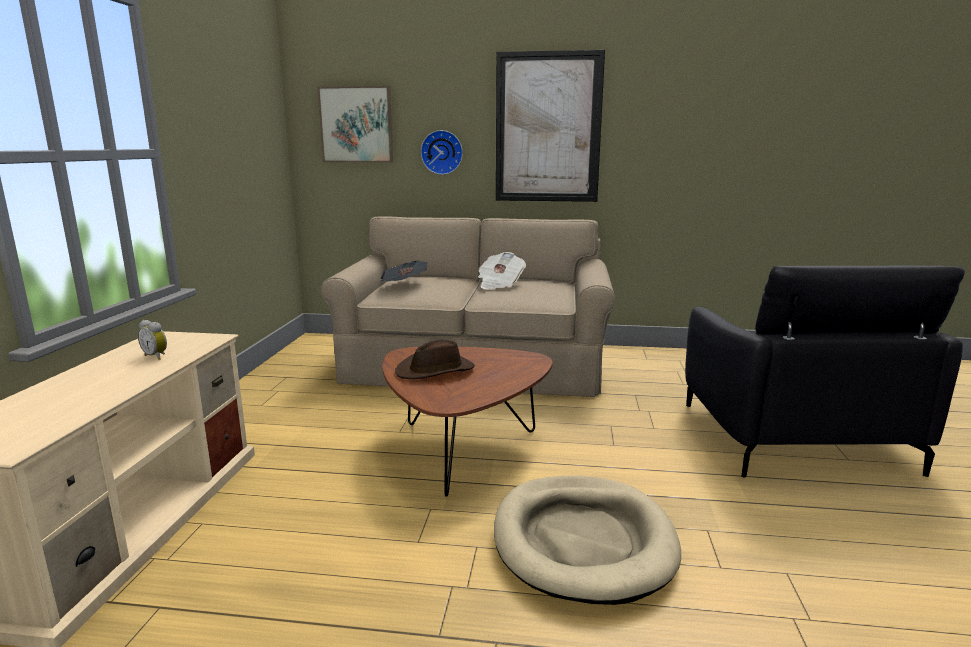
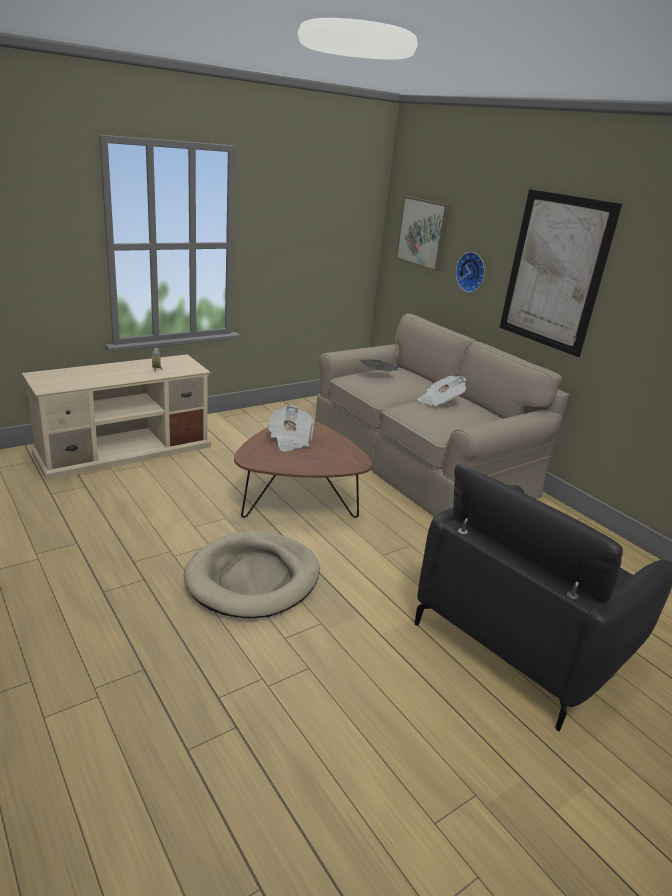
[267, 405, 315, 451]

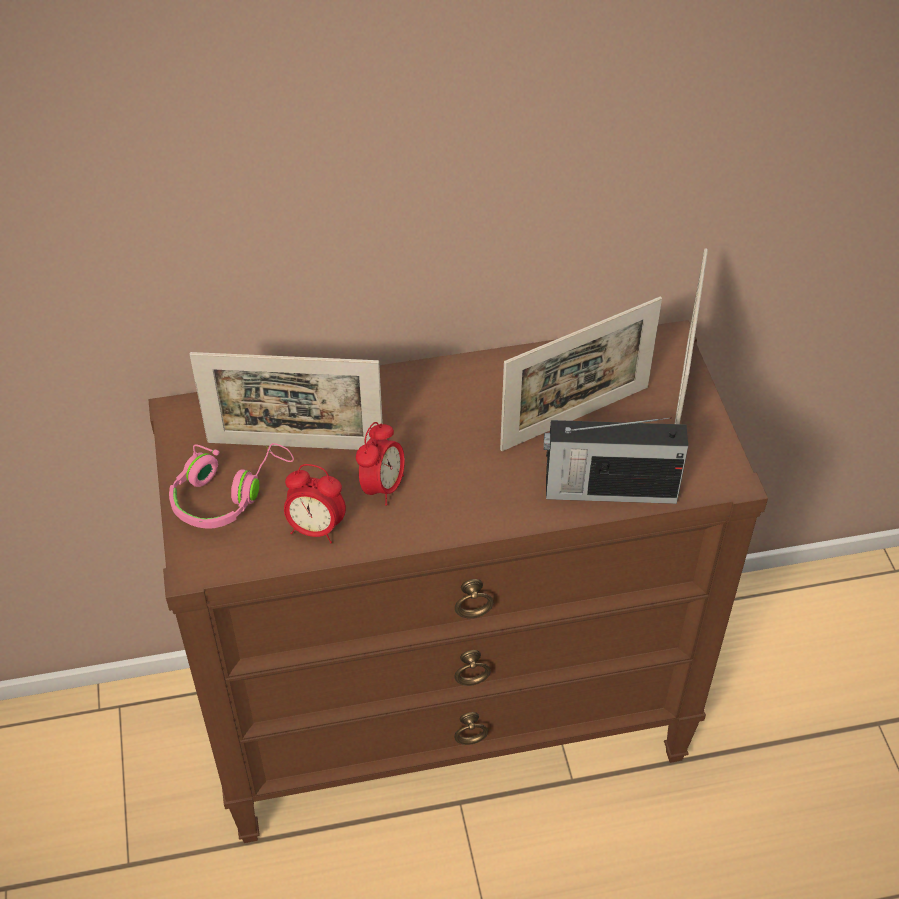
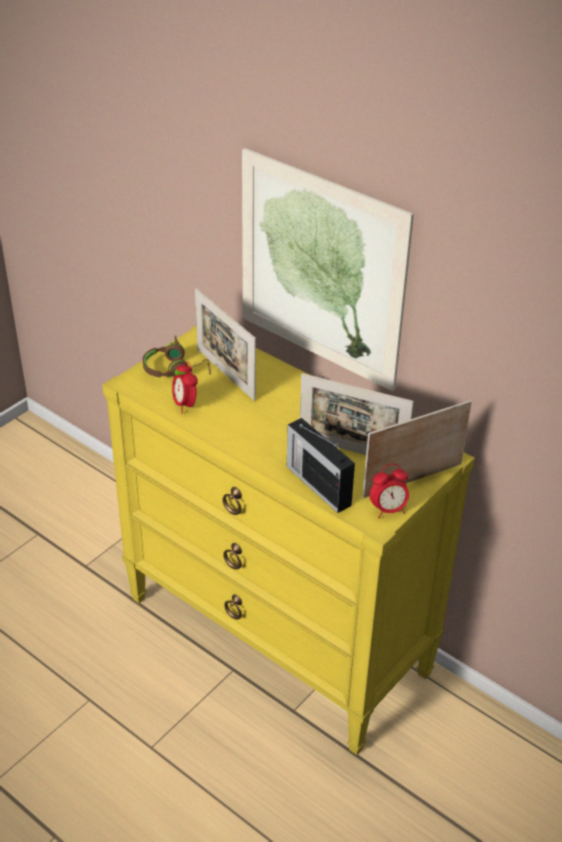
[242, 148, 414, 391]
[370, 464, 409, 518]
[102, 325, 475, 755]
[143, 335, 211, 378]

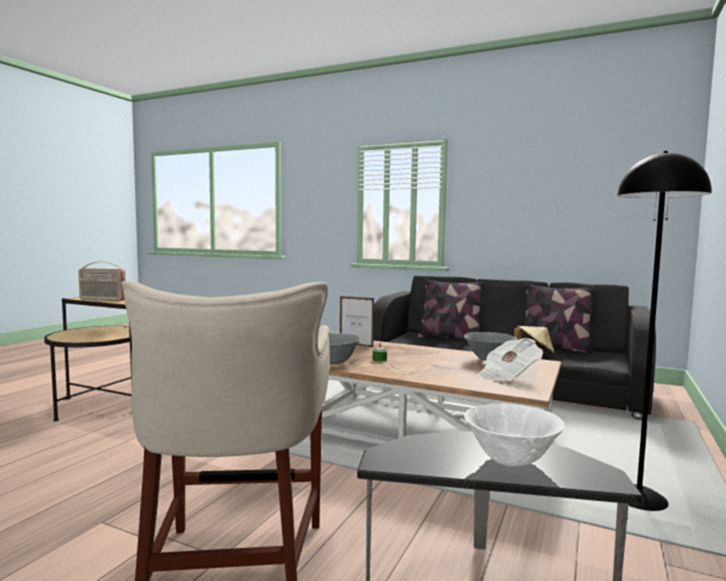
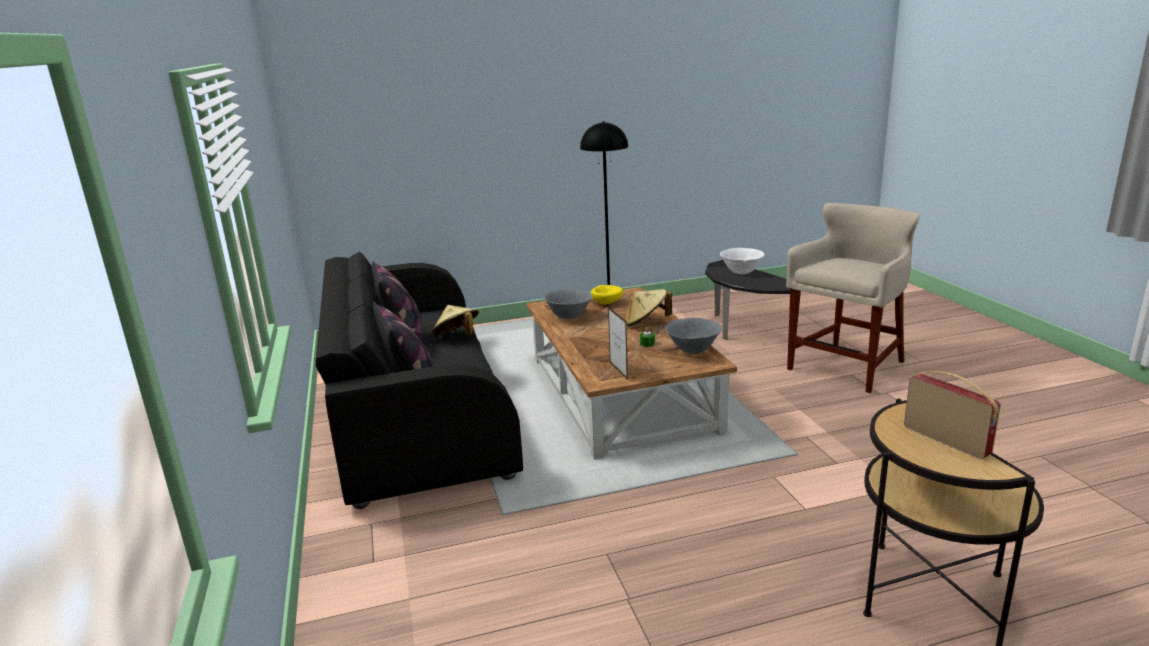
[626, 289, 672, 326]
[591, 285, 623, 304]

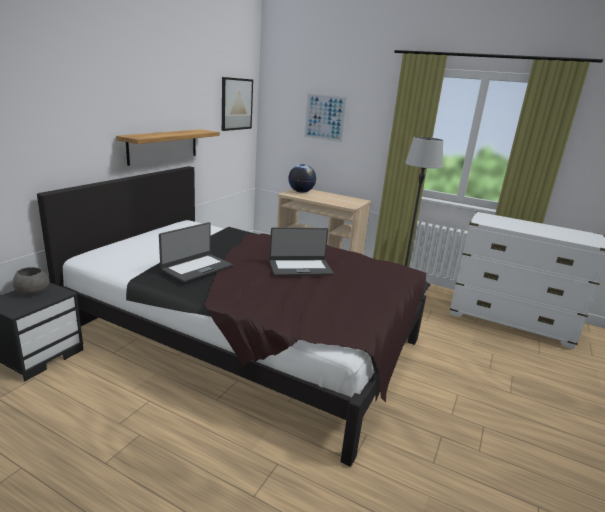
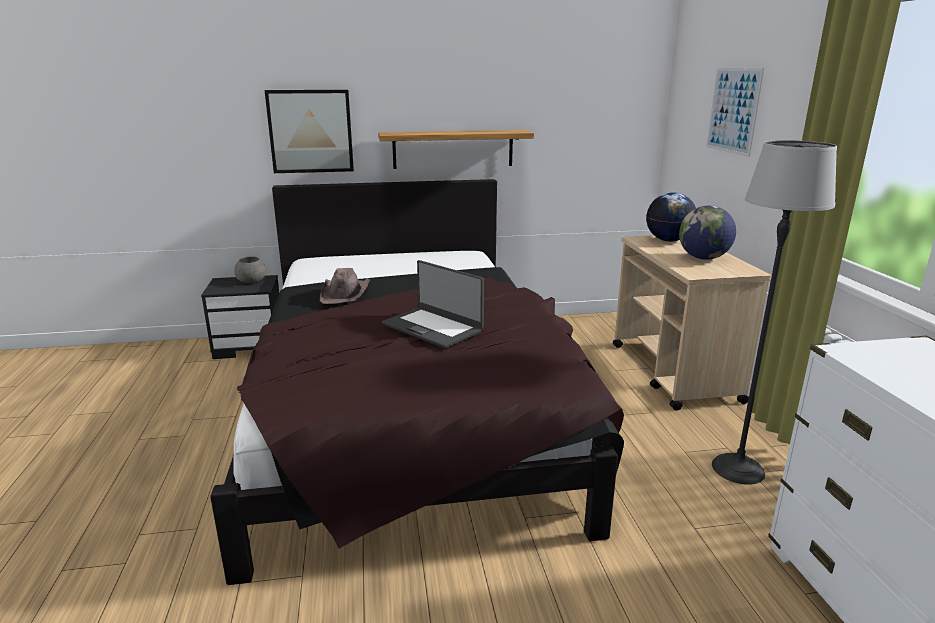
[679, 206, 736, 260]
[265, 90, 354, 173]
[320, 268, 370, 304]

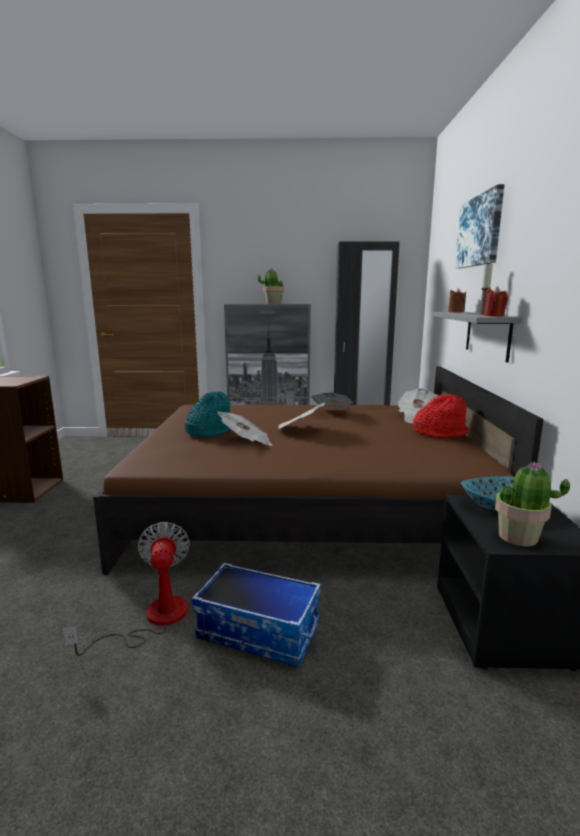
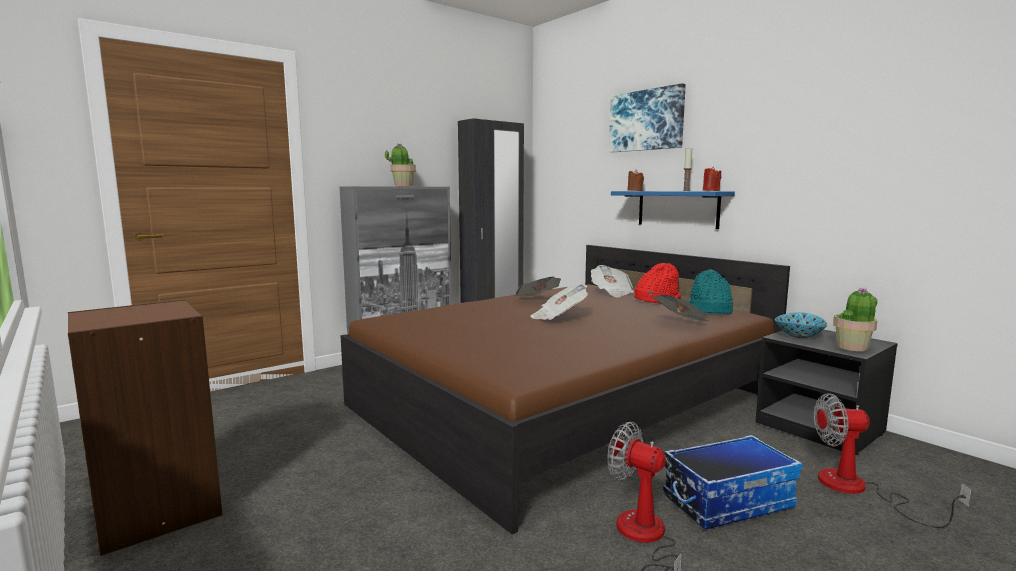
[814, 393, 971, 528]
[688, 269, 733, 314]
[652, 295, 709, 321]
[611, 191, 735, 229]

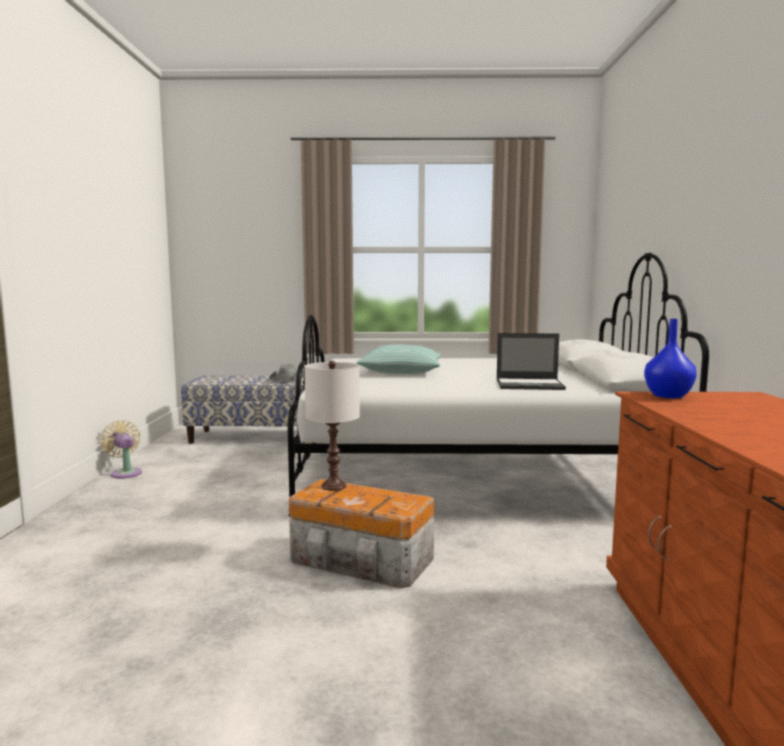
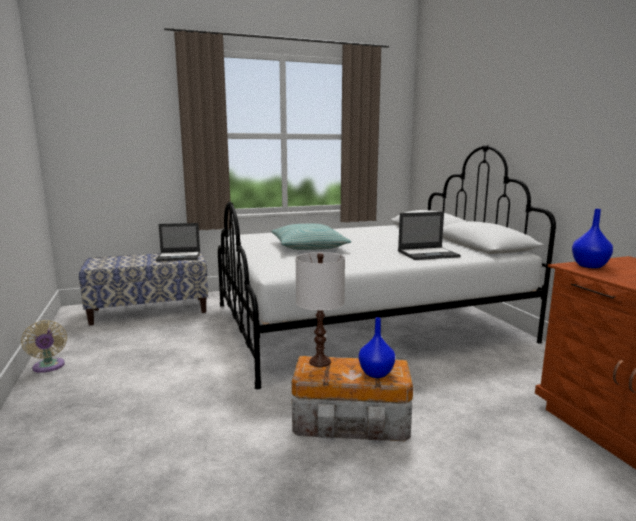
[359, 317, 395, 378]
[156, 223, 200, 261]
[21, 320, 67, 373]

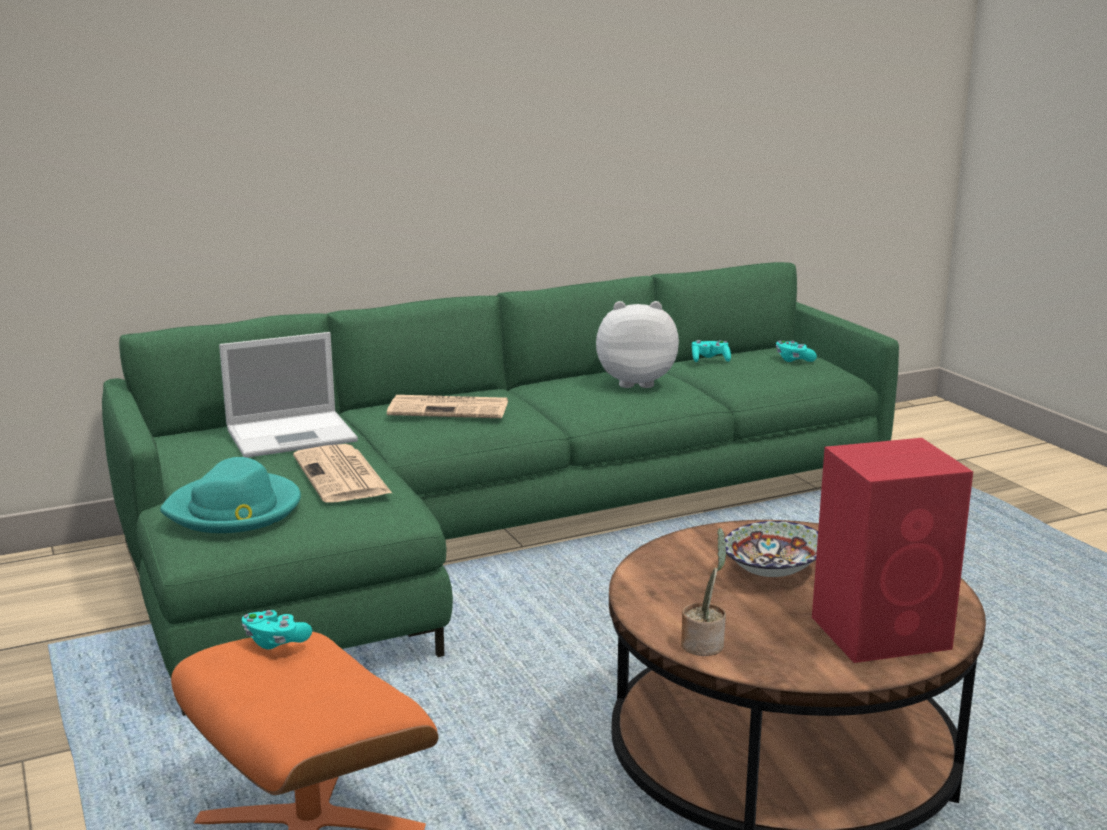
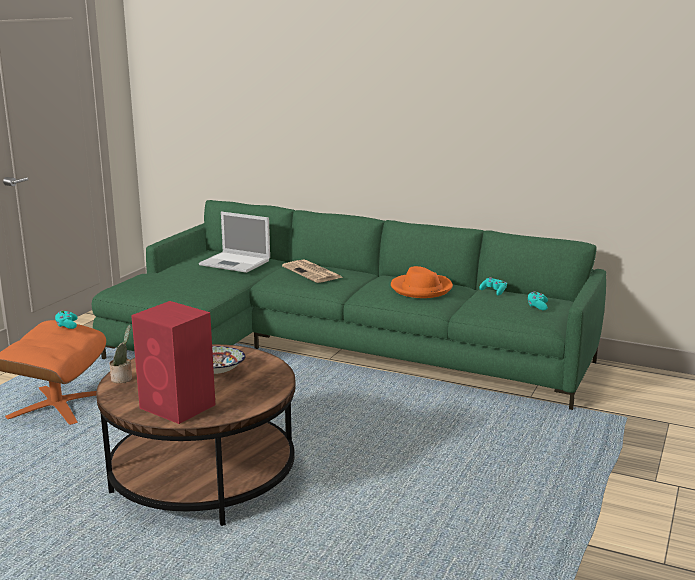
[160, 457, 301, 533] (first image)
[293, 444, 392, 503] (first image)
[391, 266, 453, 298]

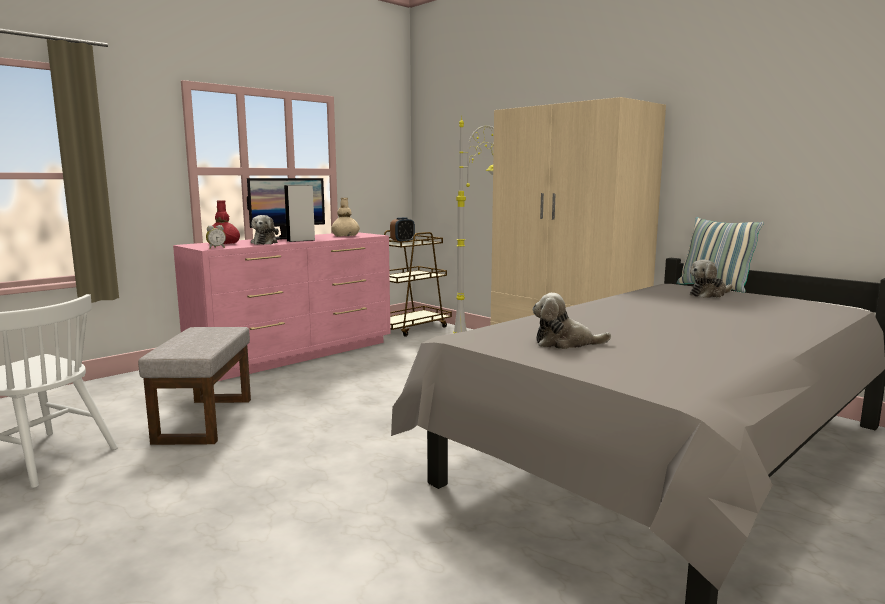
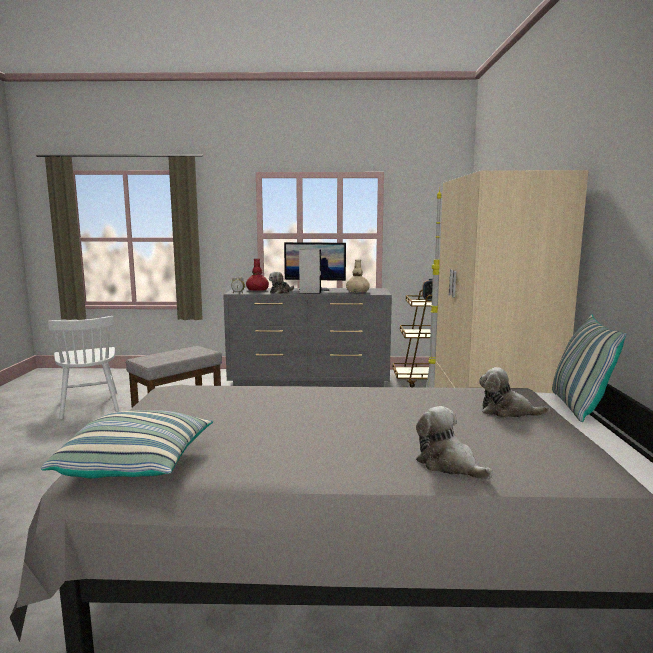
[41, 410, 213, 478]
[416, 406, 493, 480]
[223, 288, 392, 387]

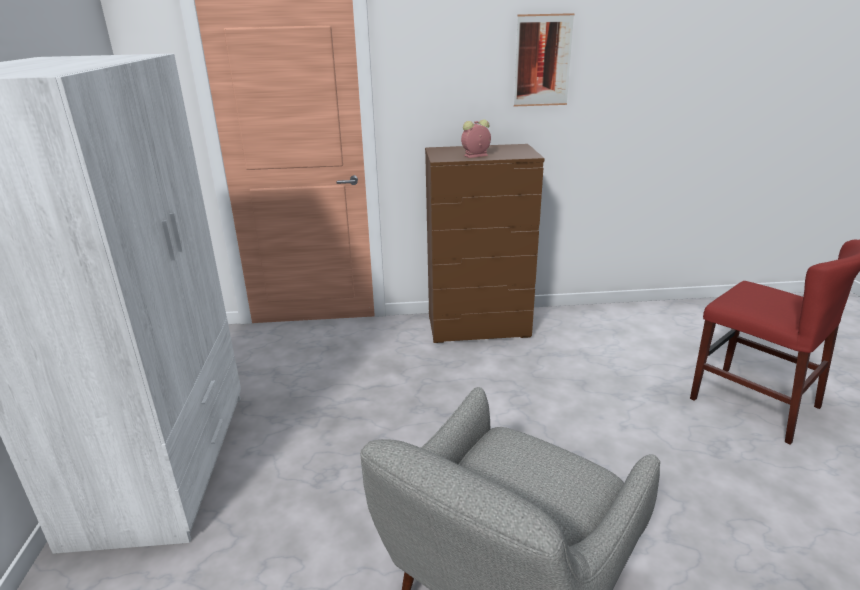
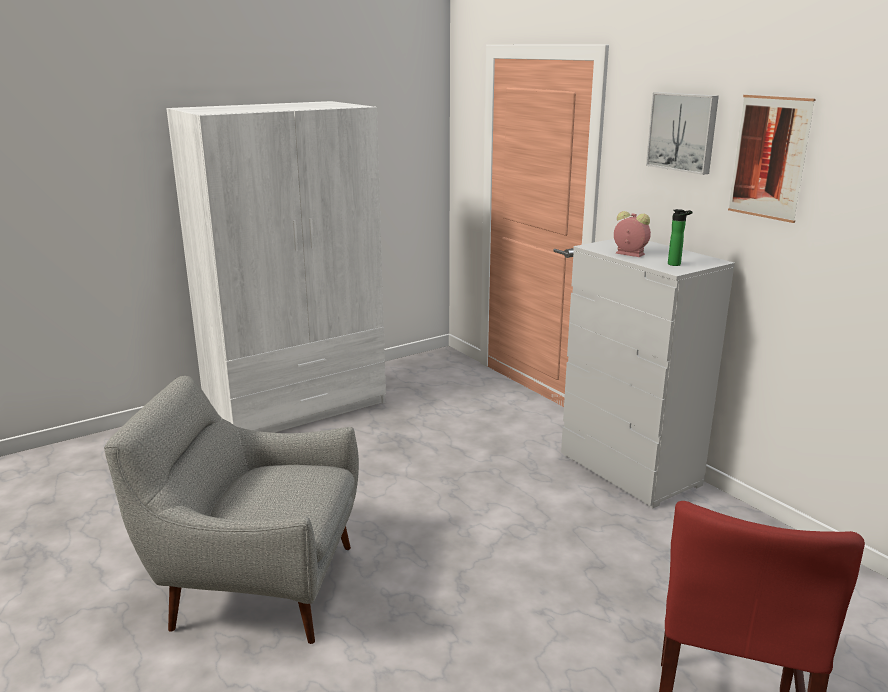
[646, 92, 719, 175]
[668, 209, 693, 266]
[561, 239, 735, 508]

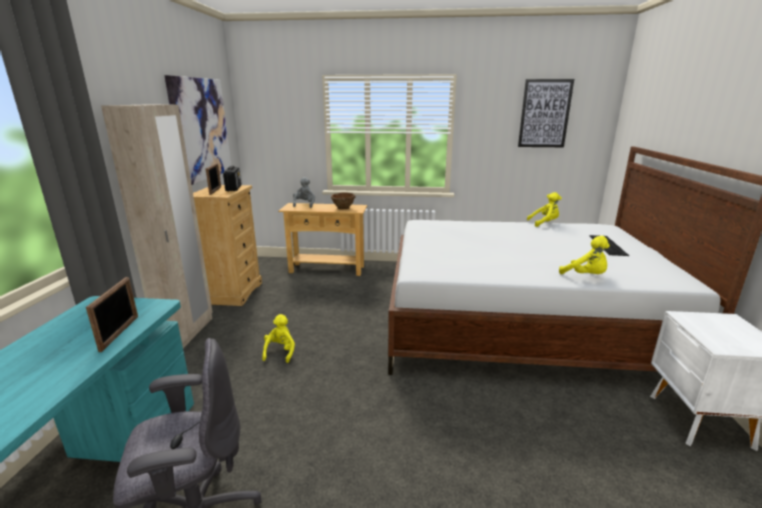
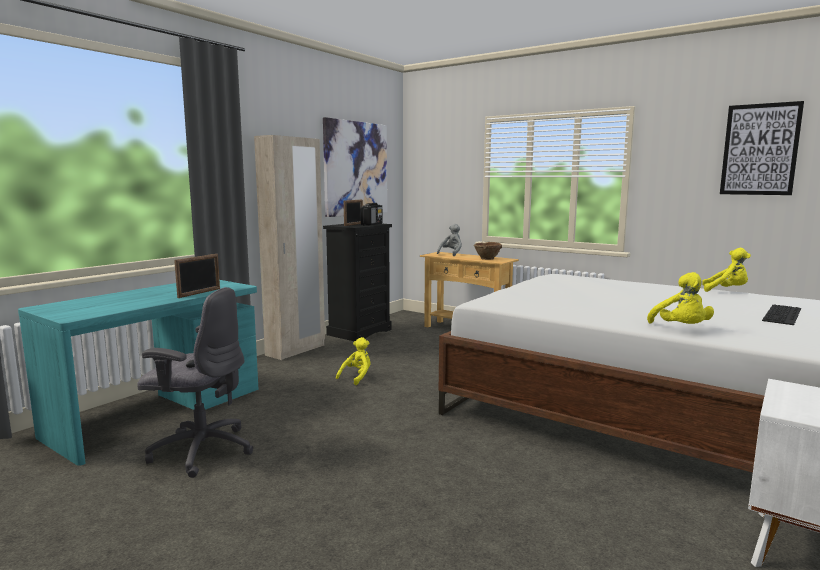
[323, 224, 392, 341]

